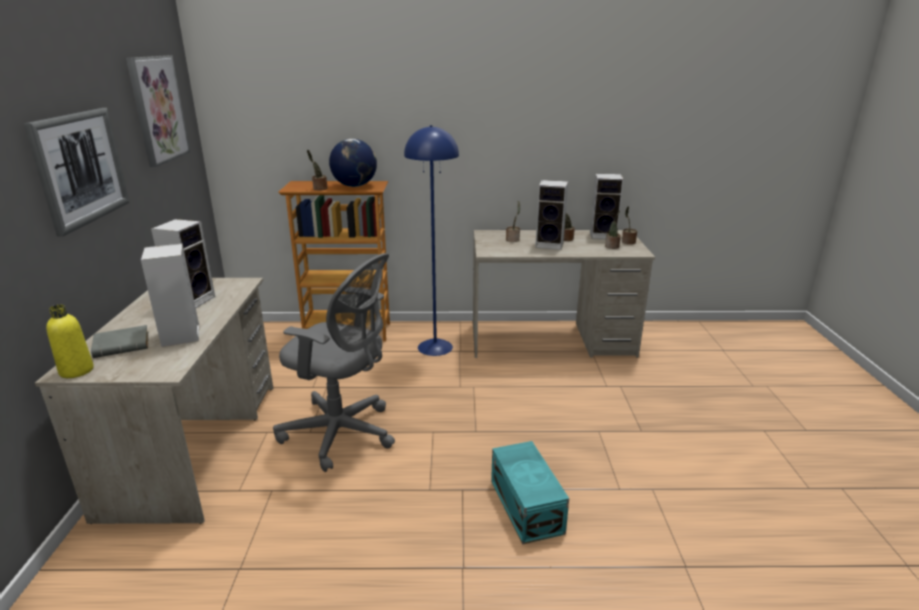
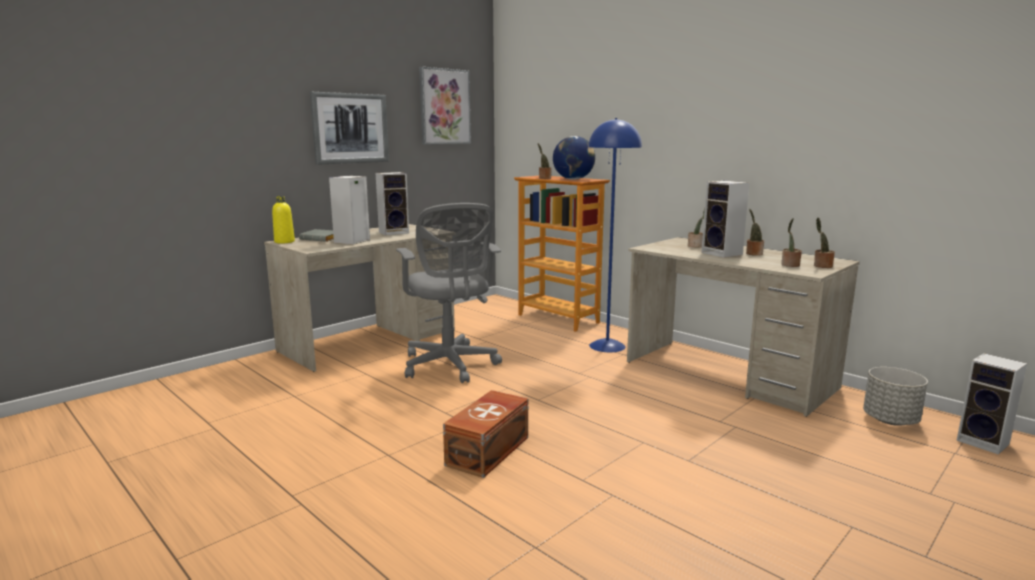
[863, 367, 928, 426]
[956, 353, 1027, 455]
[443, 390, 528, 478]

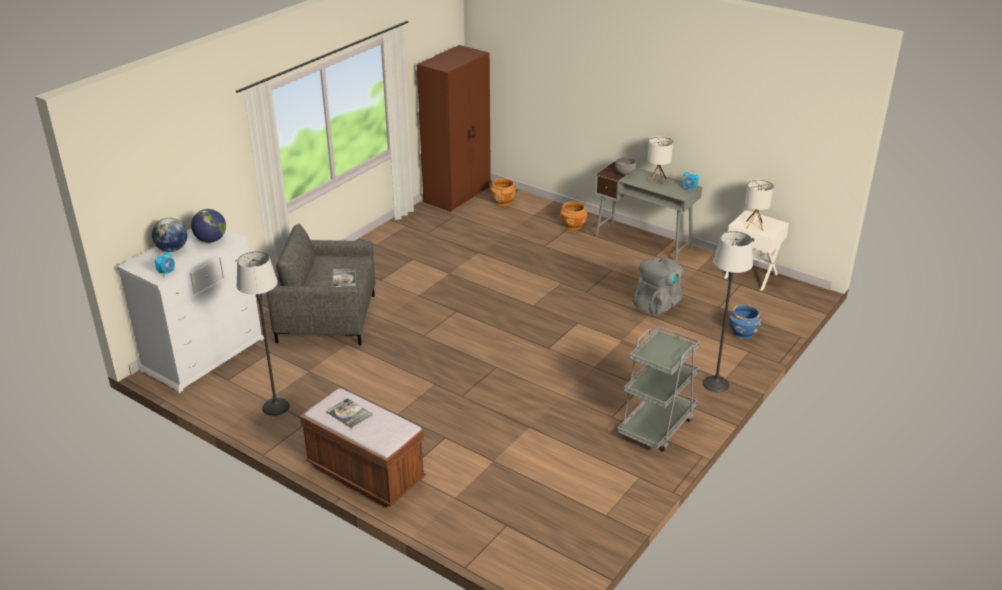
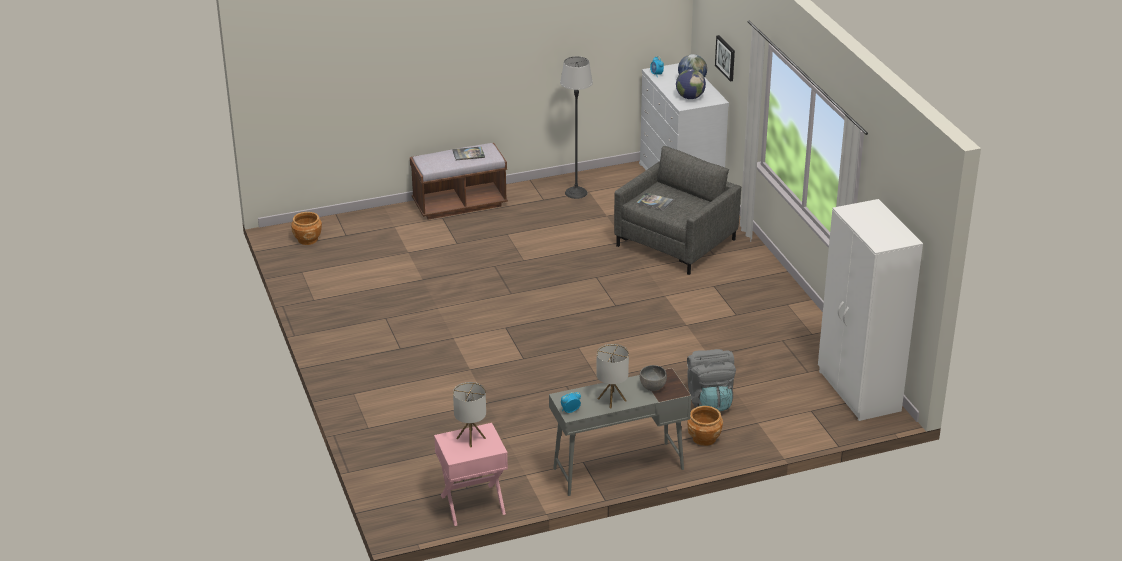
[617, 326, 700, 452] (first image)
[703, 231, 753, 392] (first image)
[729, 304, 761, 339] (first image)
[715, 35, 735, 82]
[291, 212, 322, 245]
[687, 349, 736, 412]
[818, 199, 923, 421]
[434, 423, 508, 526]

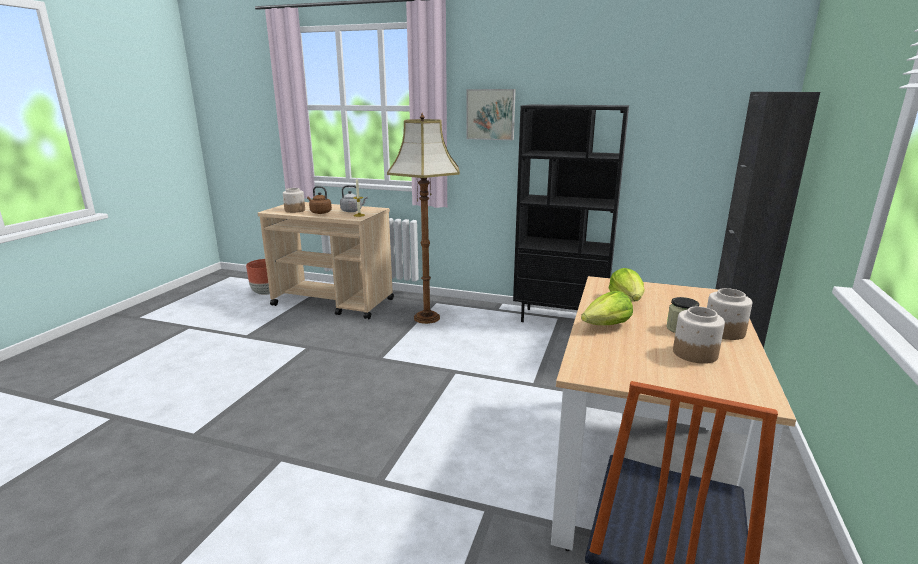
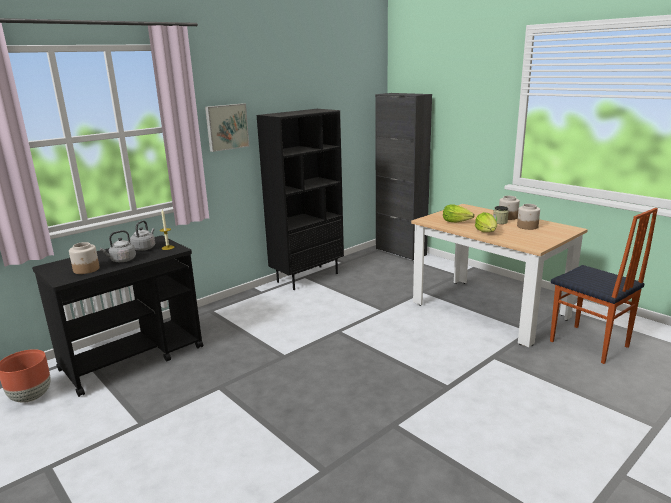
[387, 113, 460, 324] (first image)
[32, 236, 203, 397]
[100, 230, 136, 262]

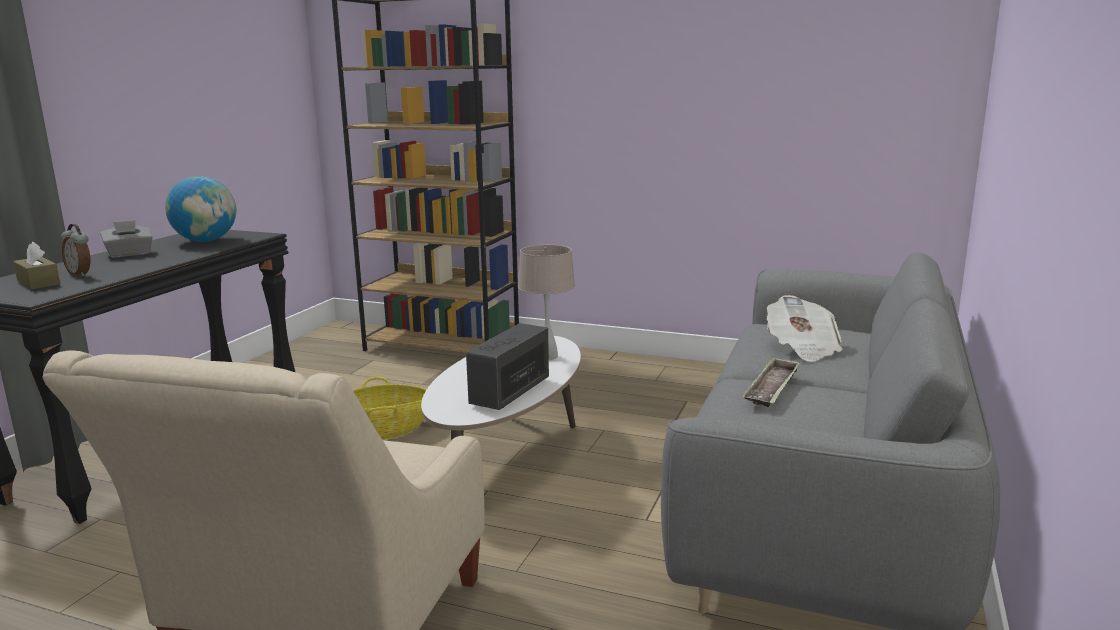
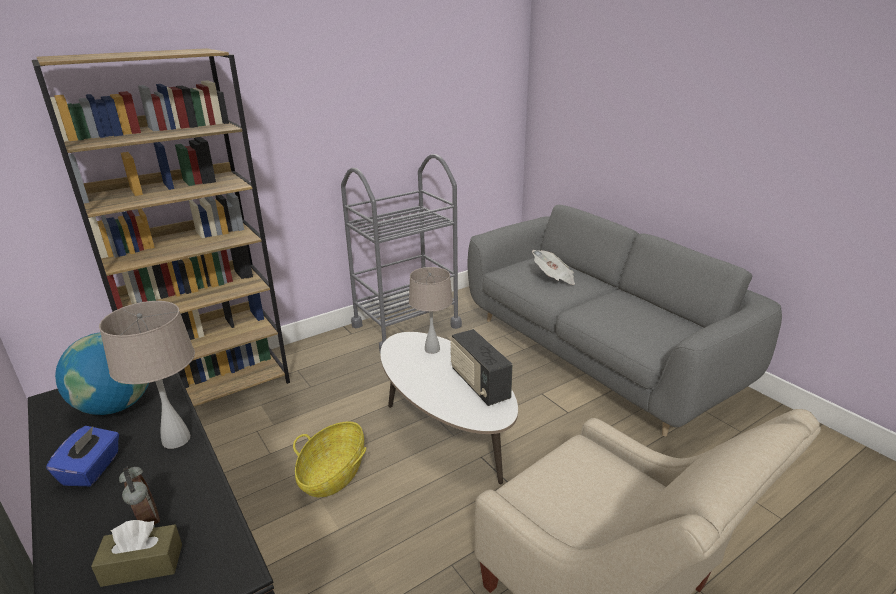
[743, 357, 800, 407] (first image)
[99, 301, 195, 449]
[341, 154, 462, 352]
[46, 426, 119, 486]
[119, 466, 160, 528]

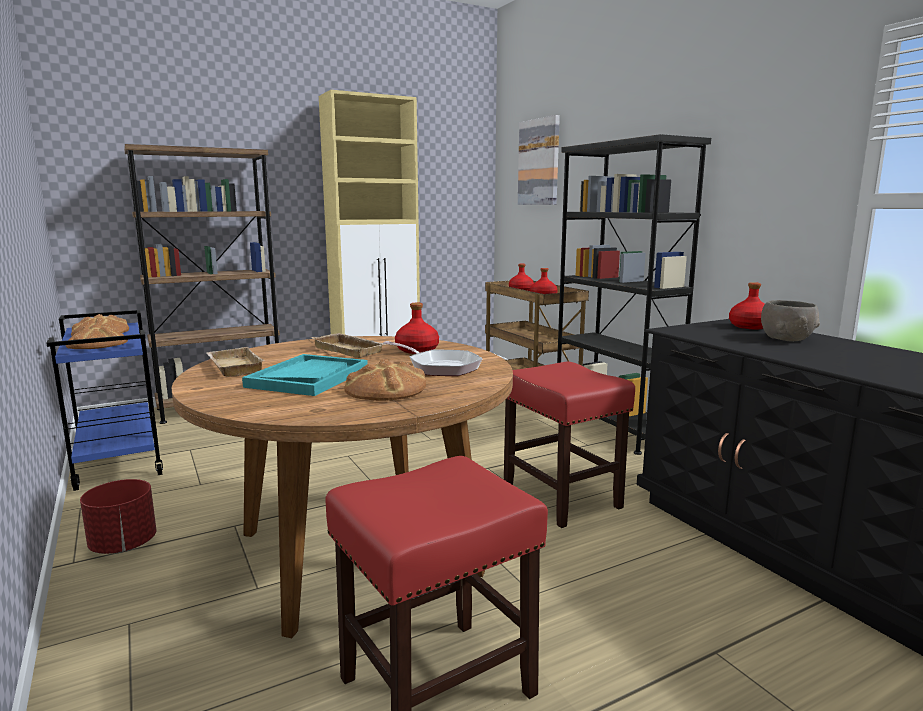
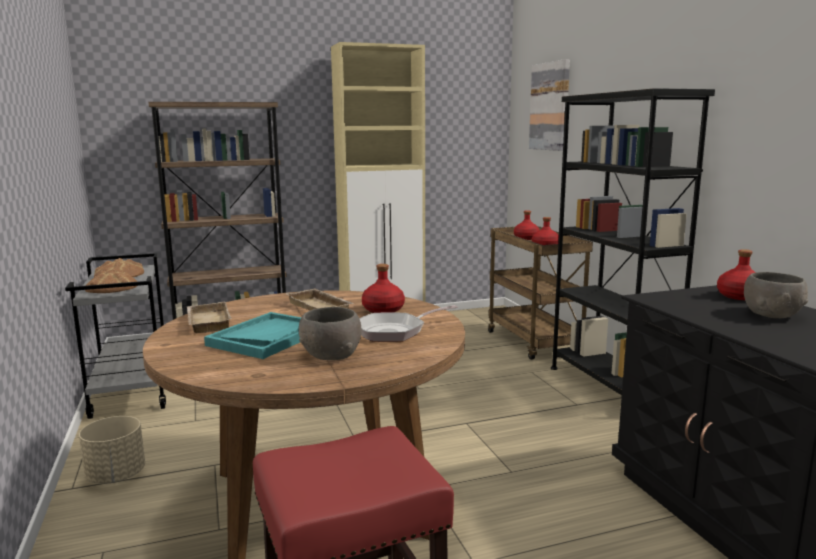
[504, 362, 635, 528] (first image)
[299, 307, 362, 360]
[65, 253, 166, 419]
[79, 416, 145, 484]
[359, 305, 458, 342]

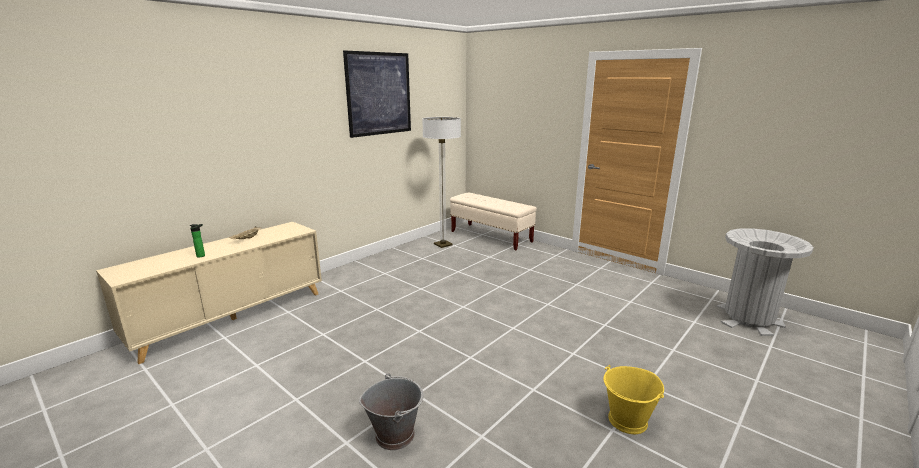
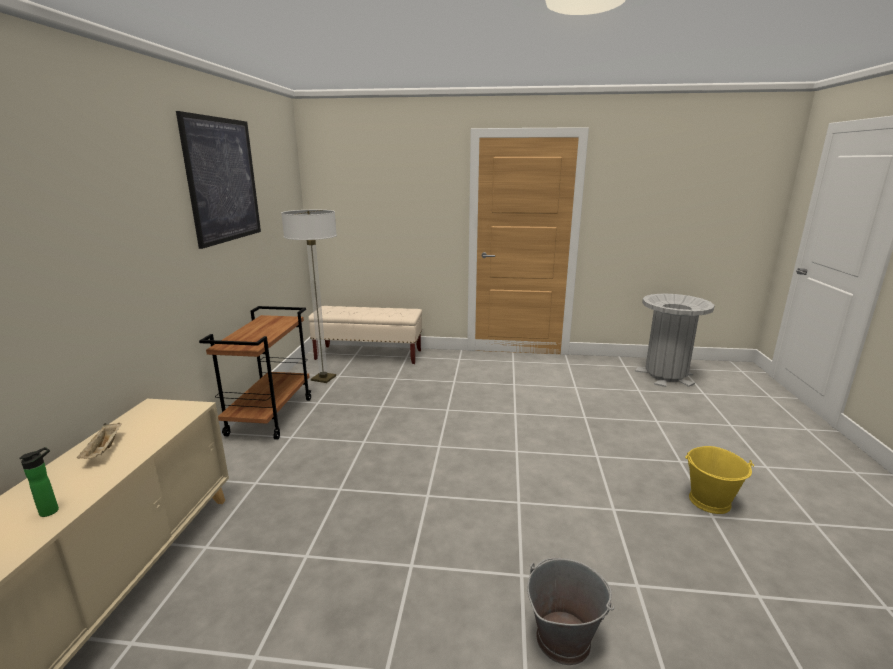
[199, 306, 312, 440]

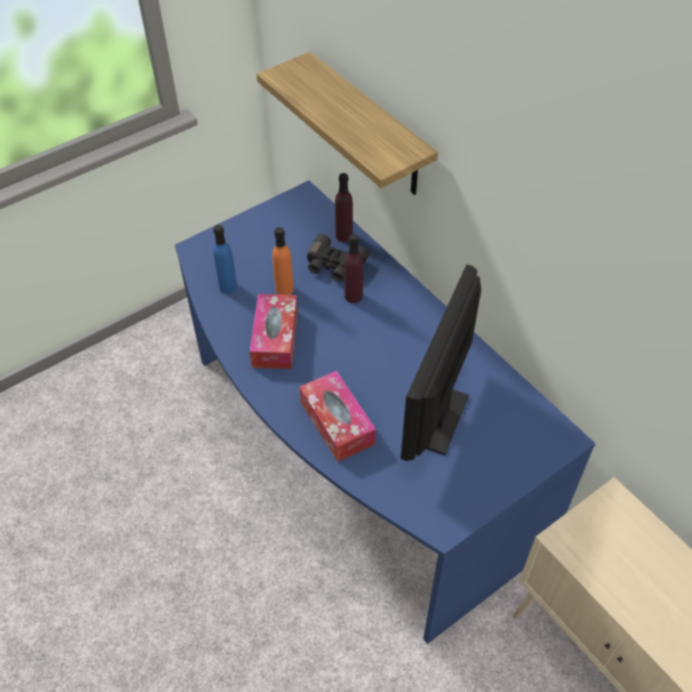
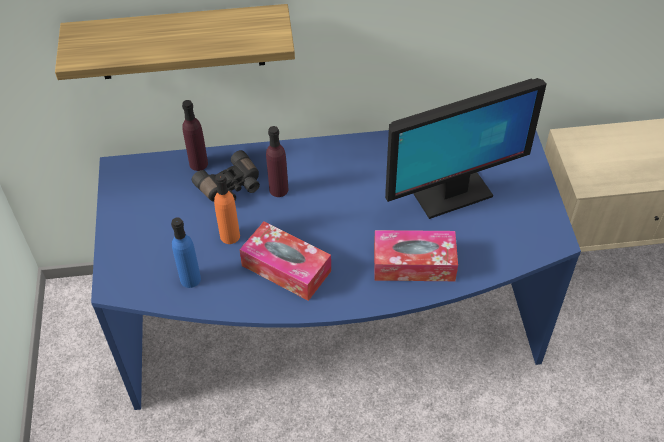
[385, 78, 546, 219]

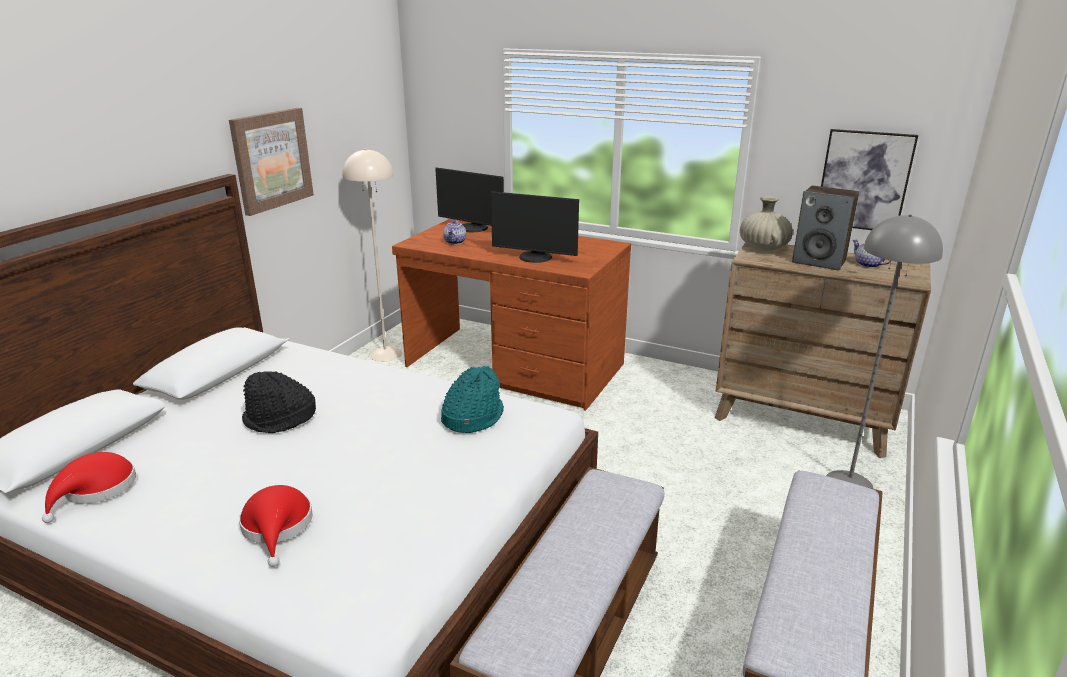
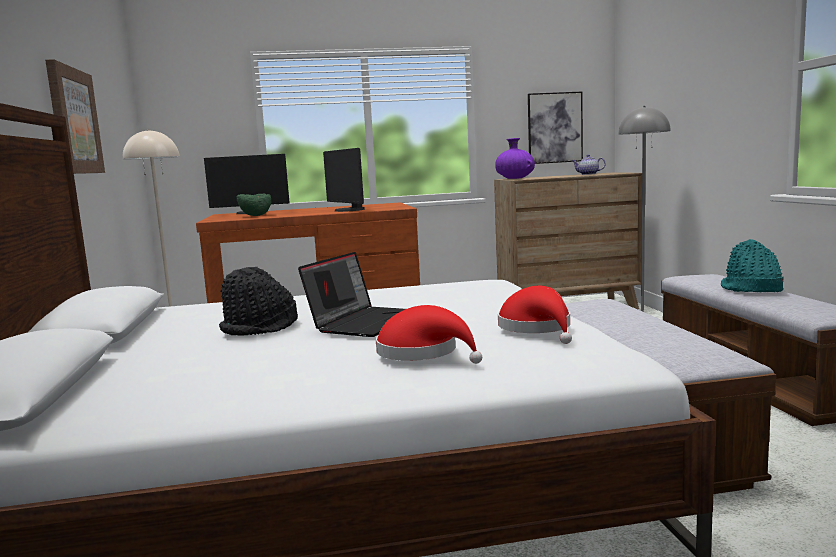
[792, 186, 859, 271] (first image)
[298, 252, 405, 337]
[498, 286, 572, 344]
[721, 239, 784, 292]
[236, 194, 271, 216]
[495, 138, 535, 179]
[323, 148, 365, 212]

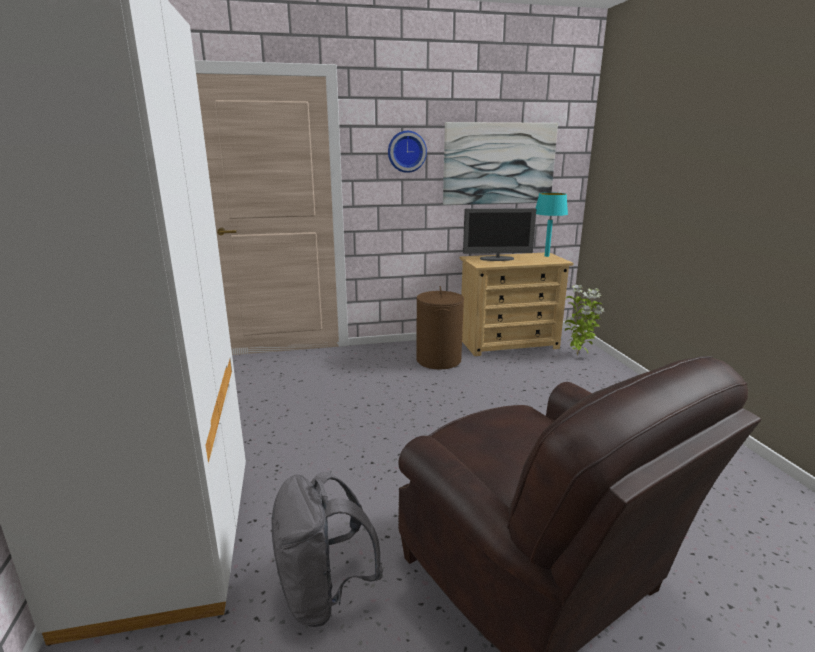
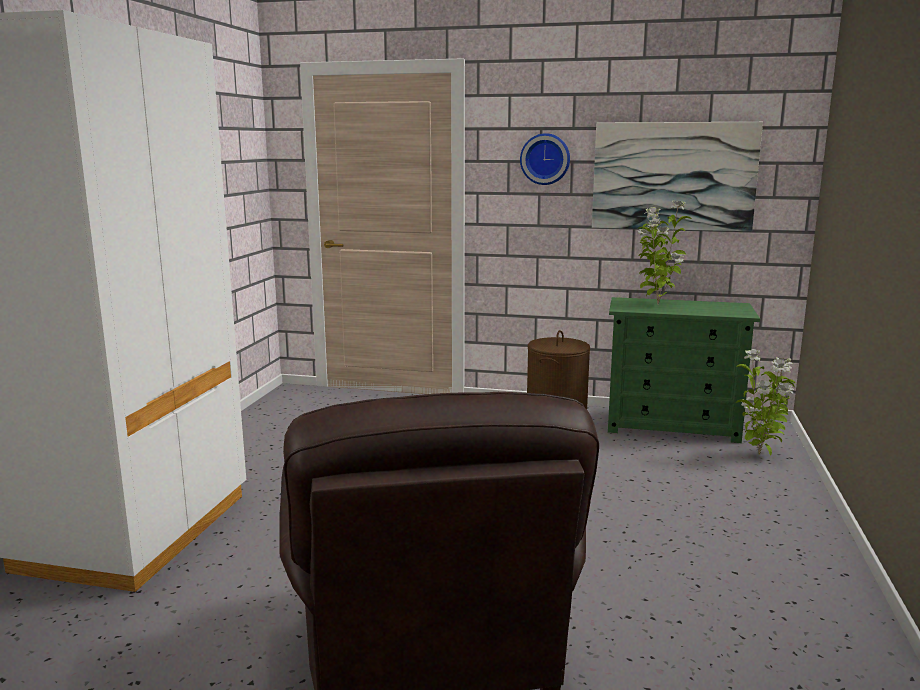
[271, 472, 383, 627] (first image)
[536, 192, 568, 257] (first image)
[638, 200, 691, 305]
[608, 297, 760, 443]

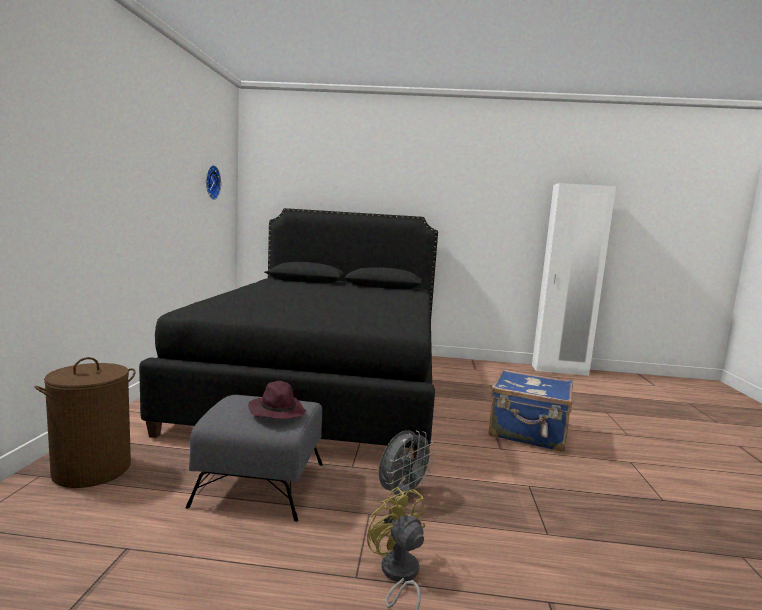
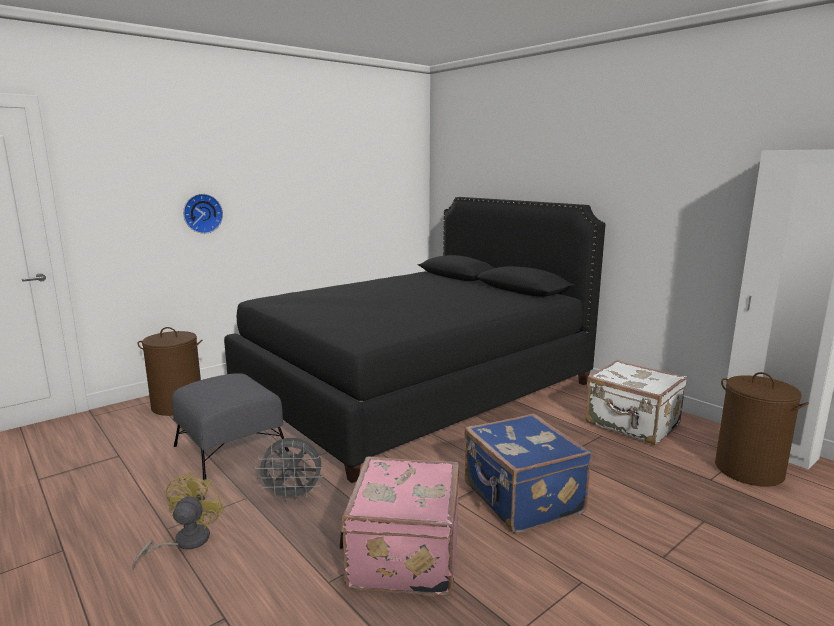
[248, 381, 306, 419] (first image)
[339, 457, 459, 596]
[586, 360, 687, 445]
[715, 372, 809, 487]
[183, 194, 223, 234]

